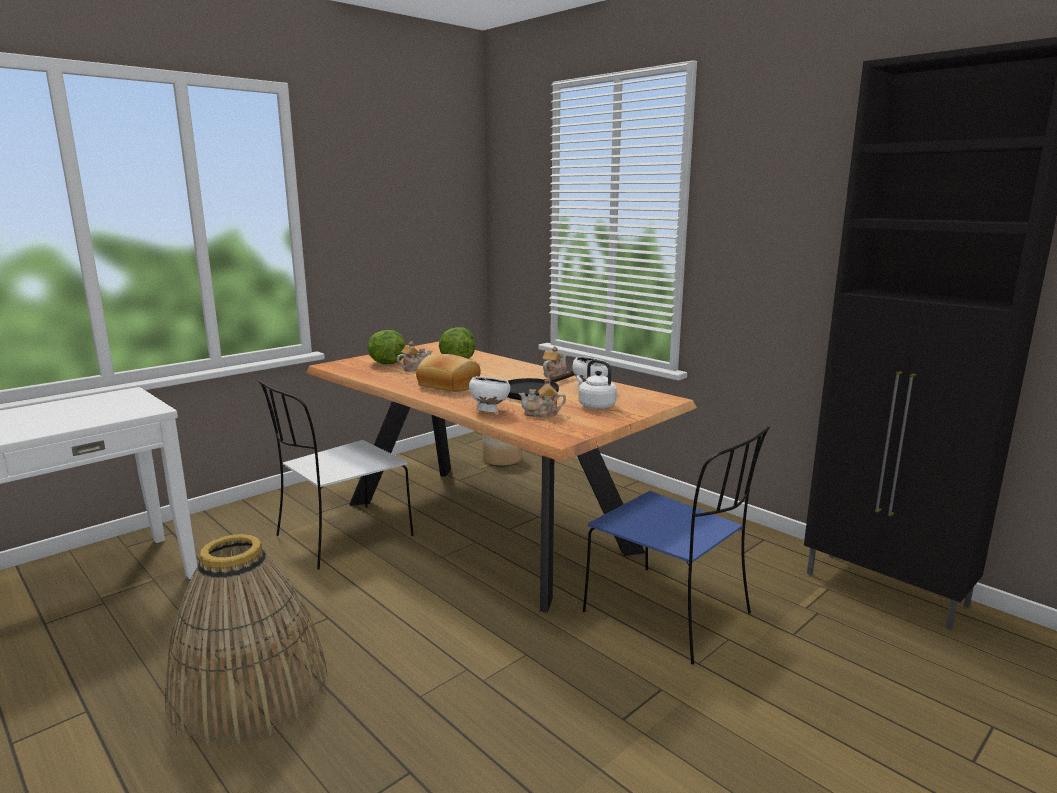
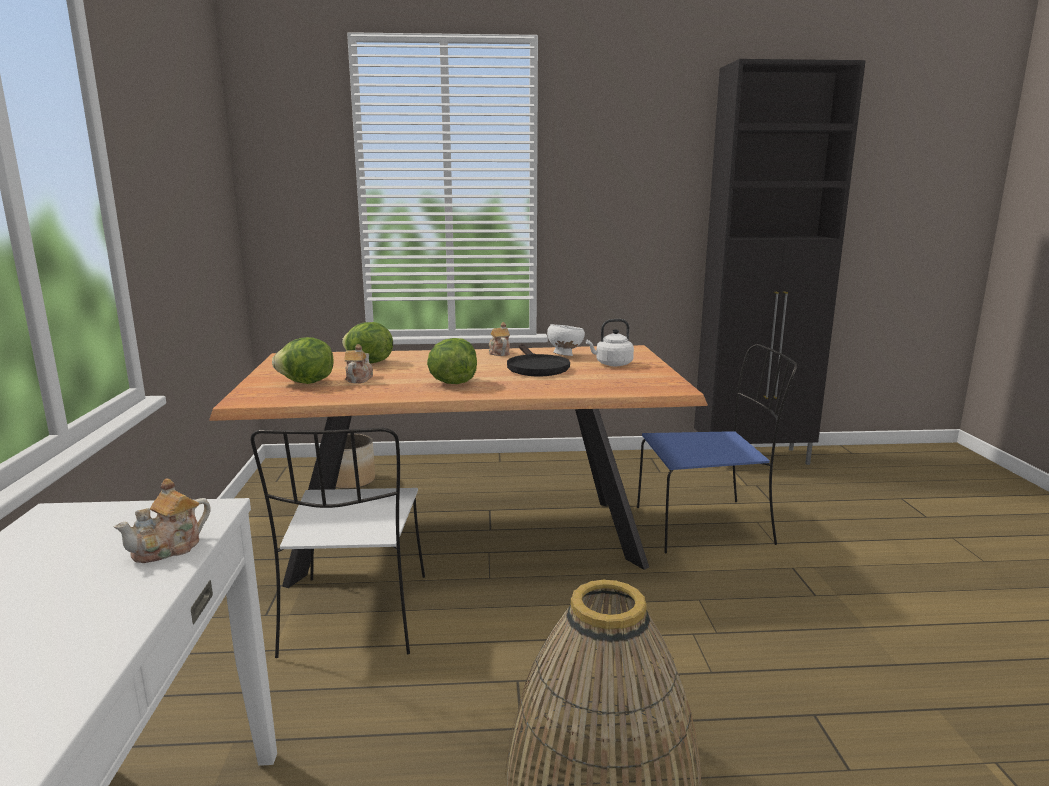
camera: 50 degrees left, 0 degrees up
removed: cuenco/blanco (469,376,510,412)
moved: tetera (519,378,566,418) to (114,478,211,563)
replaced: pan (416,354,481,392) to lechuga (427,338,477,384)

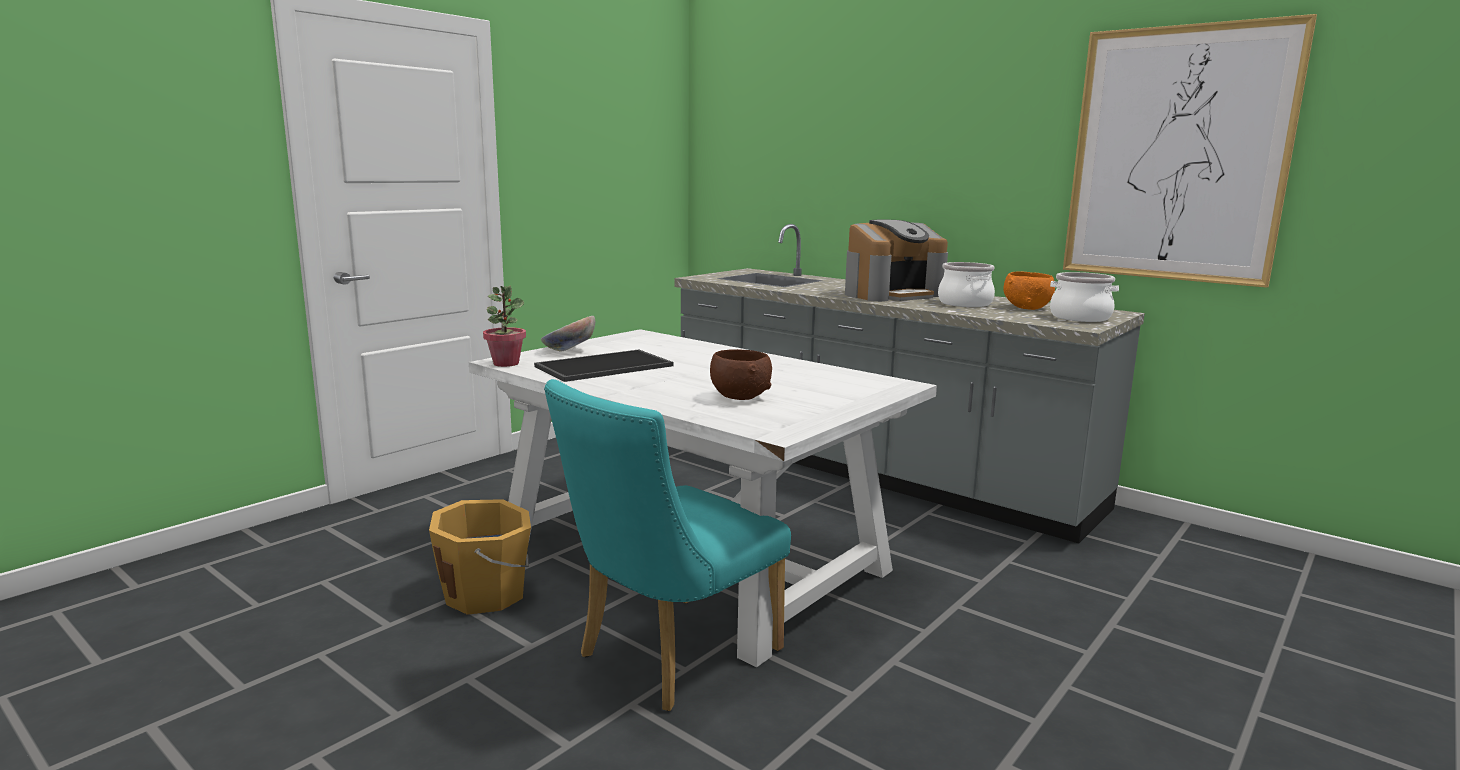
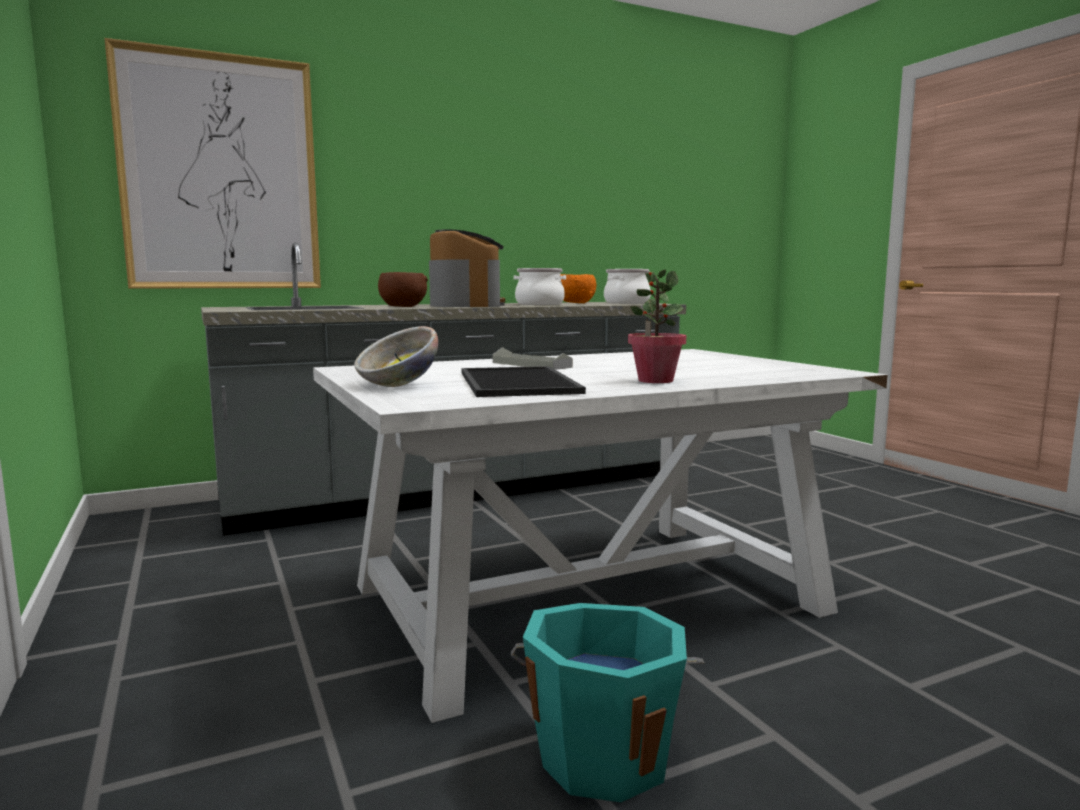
camera: 65 degrees left, 5 degrees down
removed: silla/turquesa (544,379,791,711)
added: bandeja/gris (493,347,573,370)
moved: planta en maceta (483,285,526,367) to (628,270,686,383); cuenco/marrón (710,349,772,400) to (378,272,428,307); cuadro (1063,14,1317,288) to (104,38,321,289)
recoloured: cubo/naranja (429,499,531,615) to cubo/turquesa (511,603,704,802)

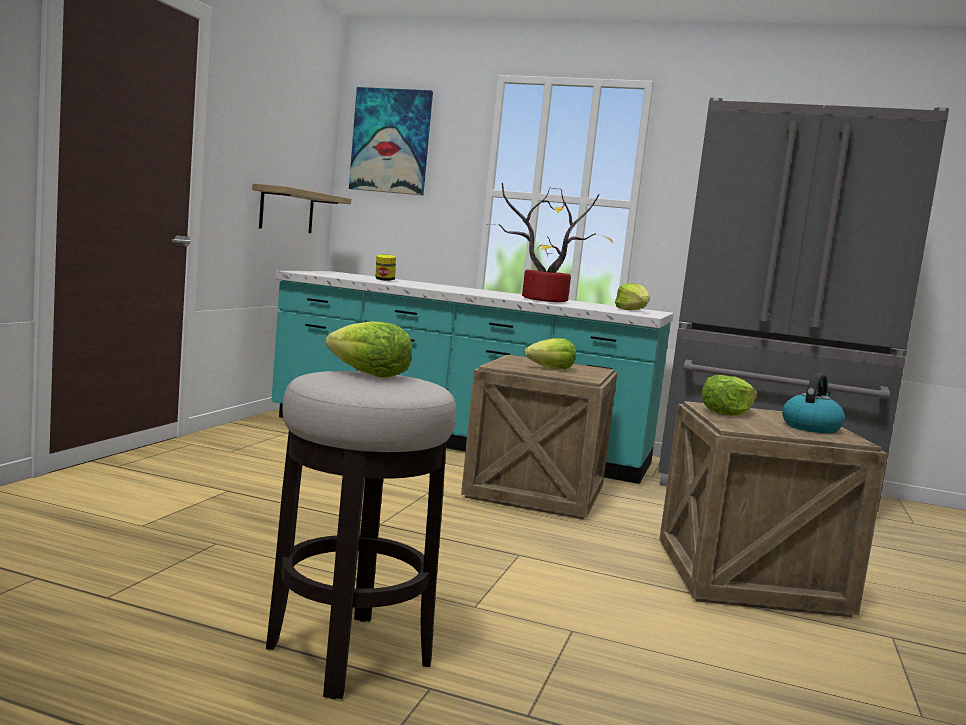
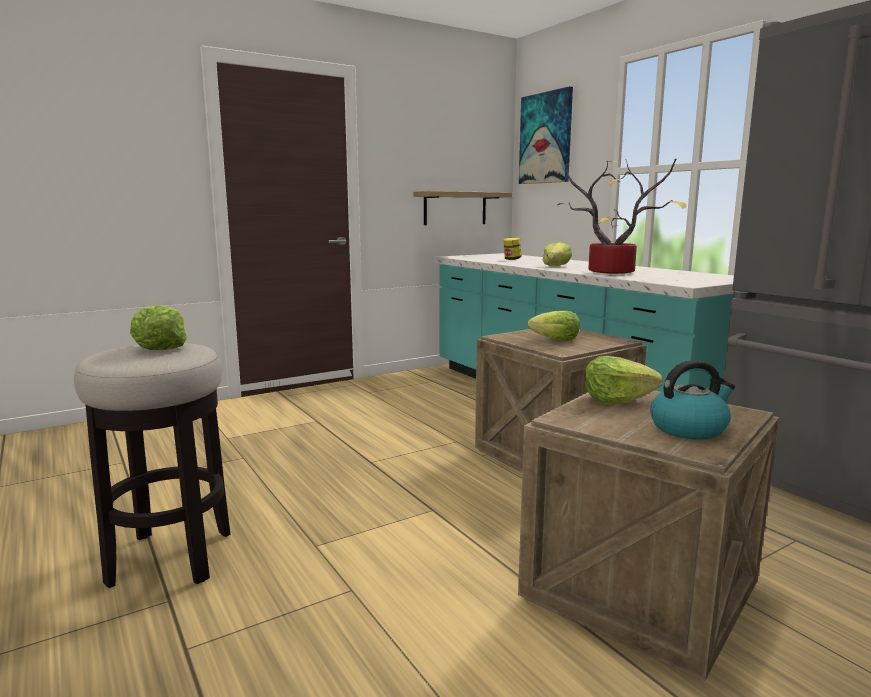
camera: 40 degrees right, 5 degrees up
moved: lechuga (615,283,650,310) to (543,242,572,266)

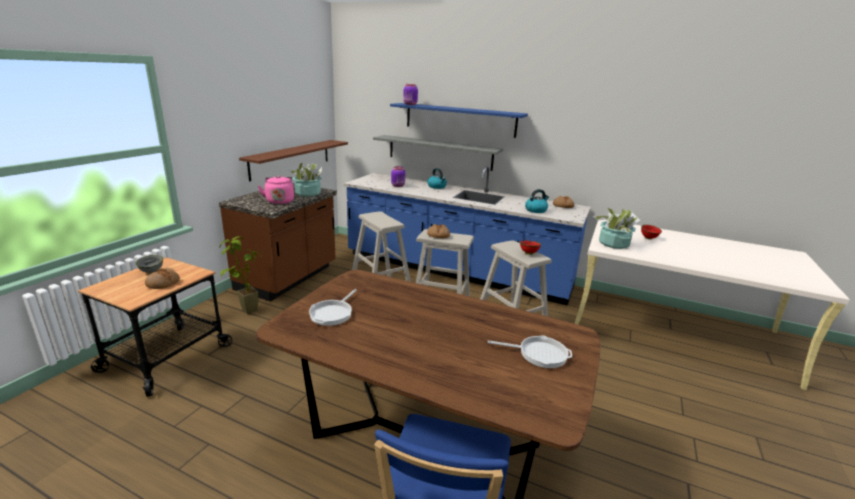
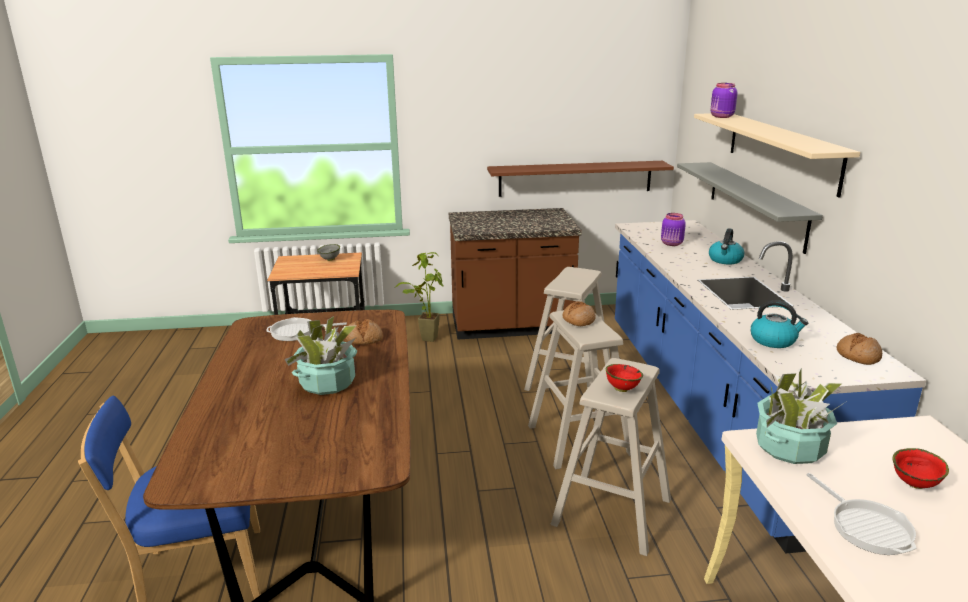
camera: 60 degrees right, 0 degrees up
removed: hervidor/rosa (258,176,294,204)
moved: pan (145,268,180,289) to (346,319,383,345); planta en maceta (290,163,322,197) to (285,316,357,395); sartén (488,335,572,368) to (807,473,917,555)
recoloured: estante/azul (390,103,528,138) to estante/beis (694,113,860,197)

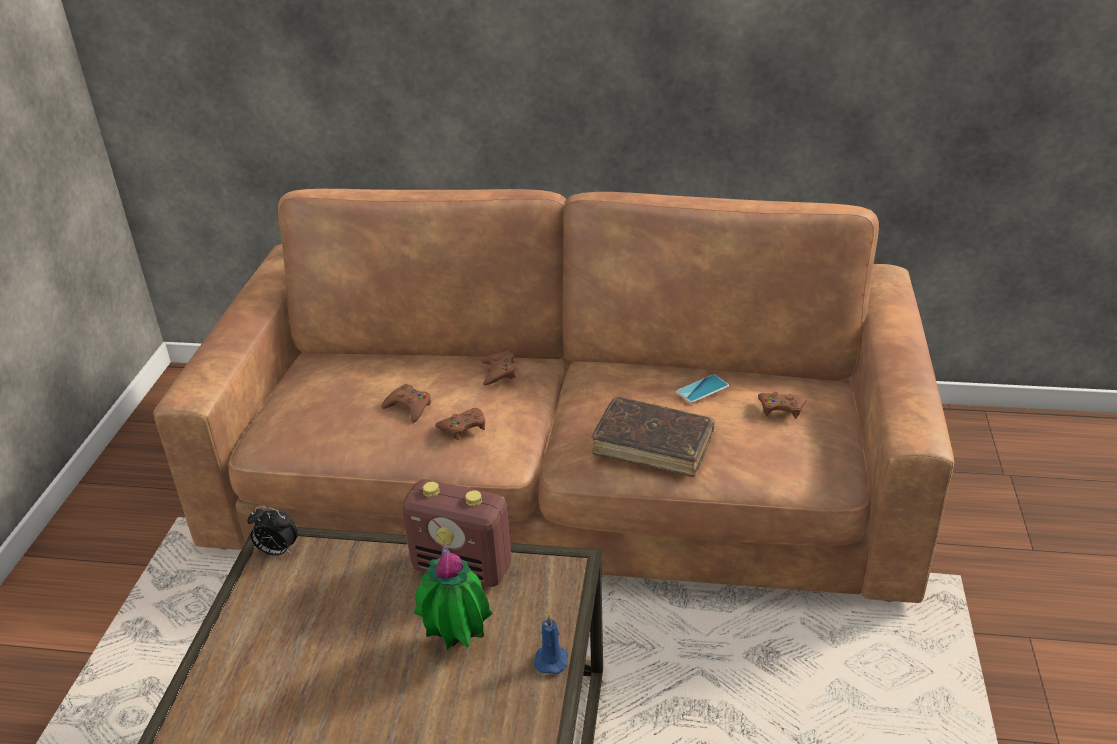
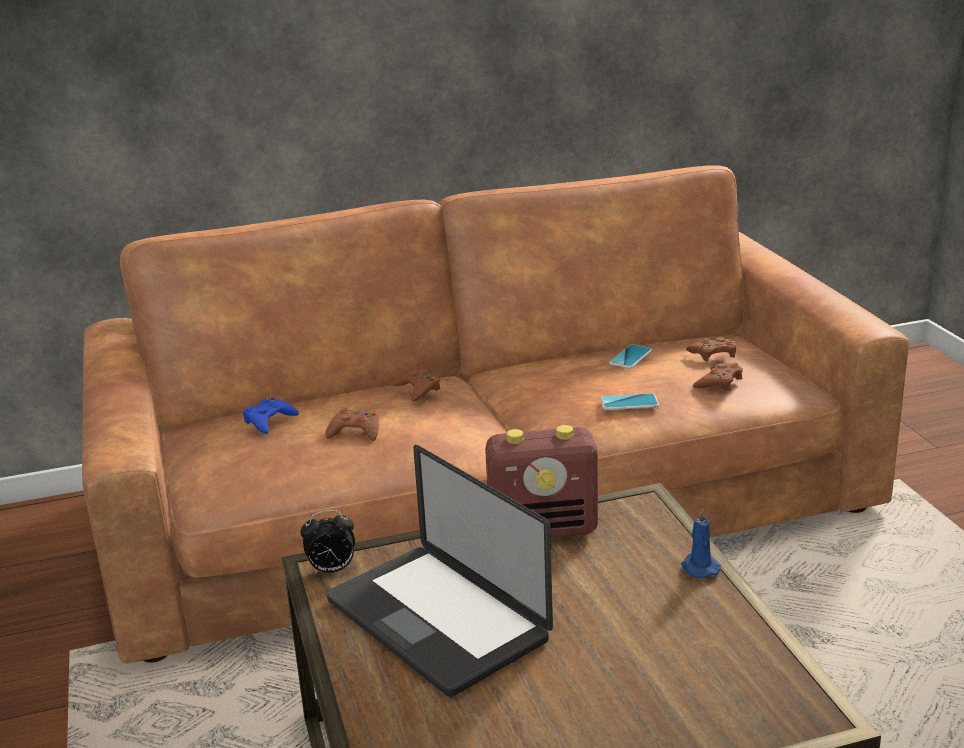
camera: 25 degrees left, 10 degrees down
removed: planta en maceta (414,545,493,650)
added: mando de consola/azul (243,398,299,434); portátil (327,445,553,697)
moved: mando de consola/marrón (435,408,485,440) to (693,363,743,391)
replaced: libro/marrón (592,397,715,477) to móvil (600,393,659,410)

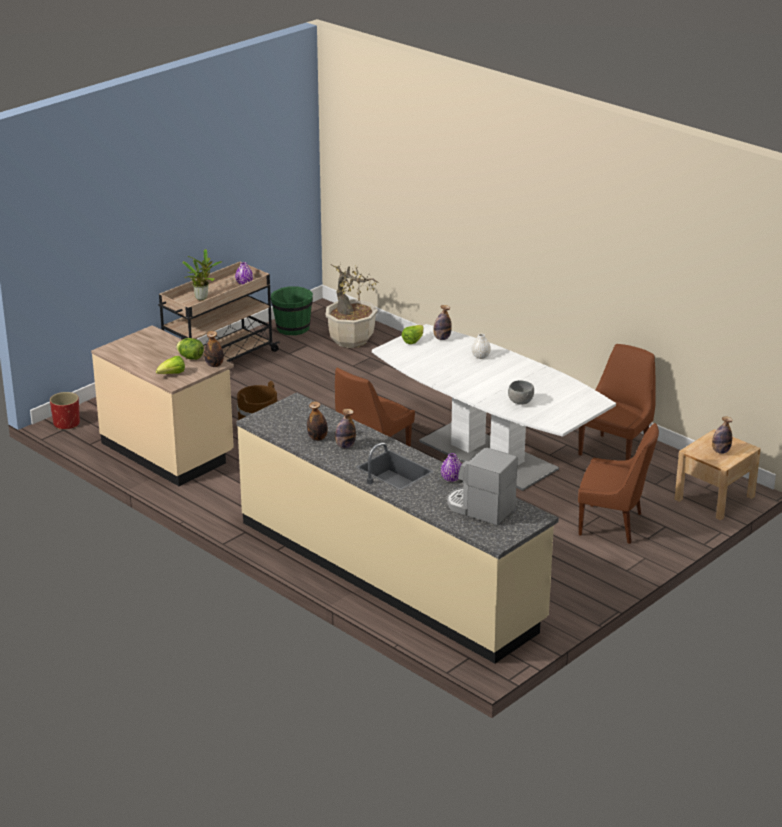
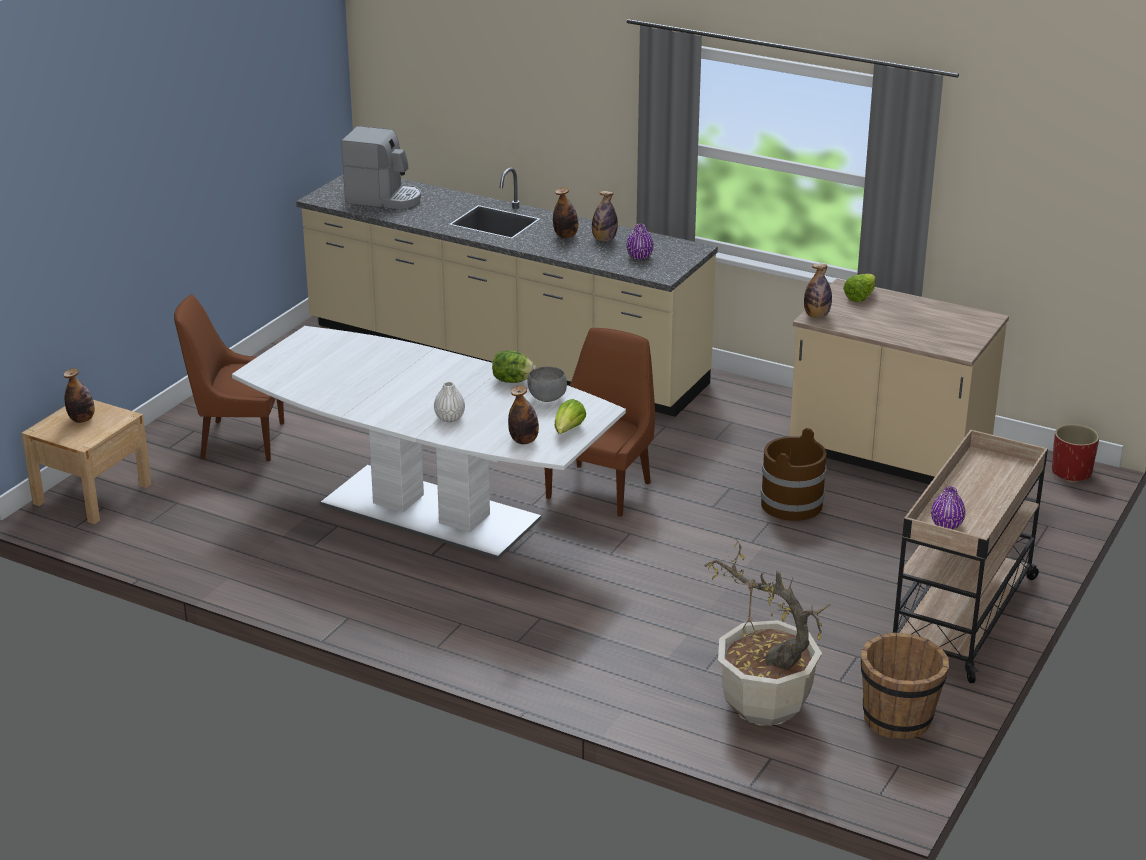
camera: 165 degrees right, 0 degrees up
removed: planta en maceta (183,249,222,300); silla/marrón (579,344,656,460)
moved: lechuga (176,338,204,360) to (492,350,536,383); florero/morado (441,453,461,482) to (626,224,654,260); cuenco/gris (508,380,534,405) to (527,366,567,402)
recoloured: cubo/verde (271,286,313,335) to cubo/marrón (861,632,949,739)

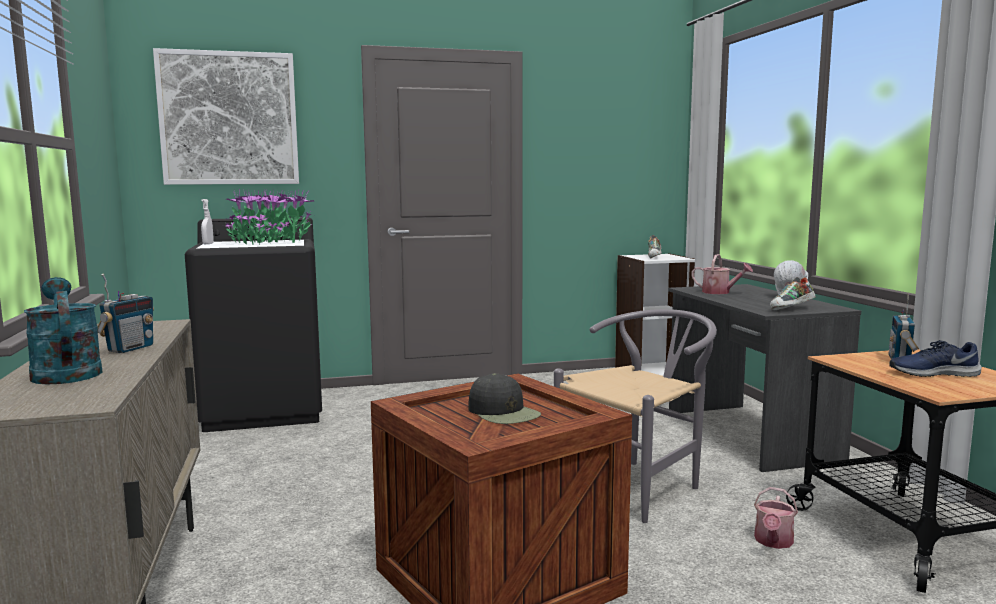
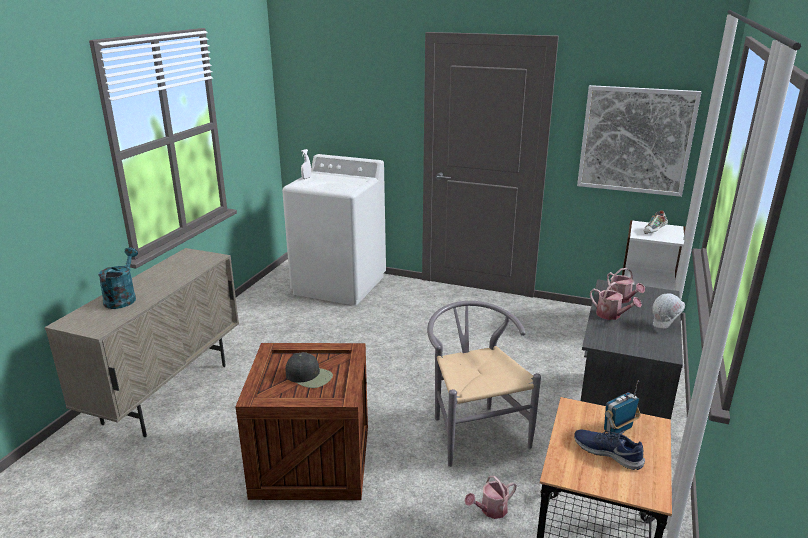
camera: 35 degrees right, 15 degrees up
removed: radio (98,274,154,353); planta en maceta (225,189,314,245); zapato (770,277,816,311)
added: regadera (590,282,642,320)
moved: cuadro (153,48,299,185) to (577,85,702,197)
recoloured: lavadora/negro (185,217,322,432) to lavadora/blanco (282,154,386,306)
turned: gorra/negro (468,373,541,424) = (285,352,333,388) 60 degrees counterclockwise; silla/gris (554,309,717,523) = (427,301,541,467) 105 degrees counterclockwise

